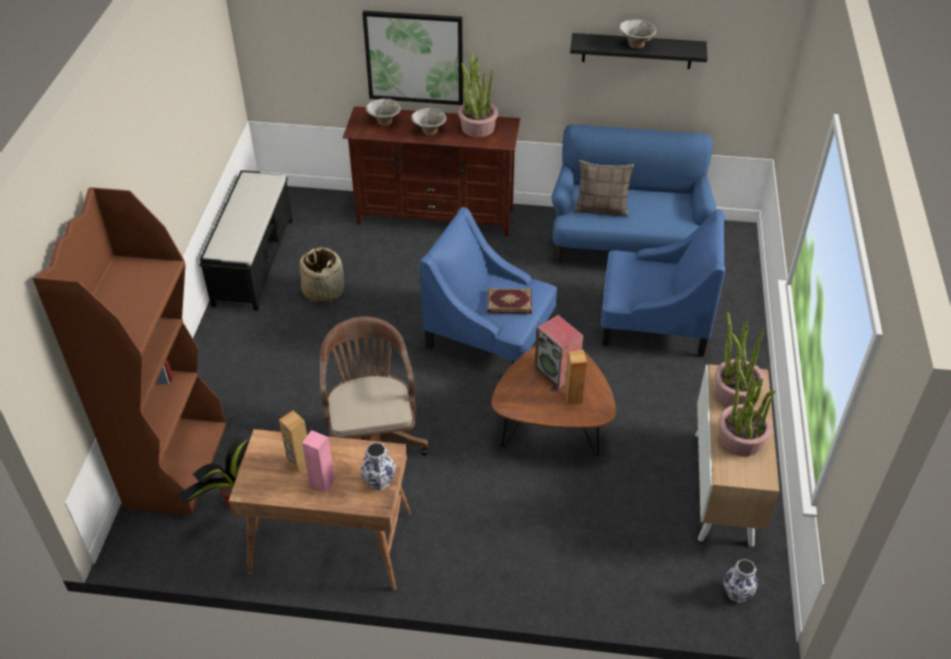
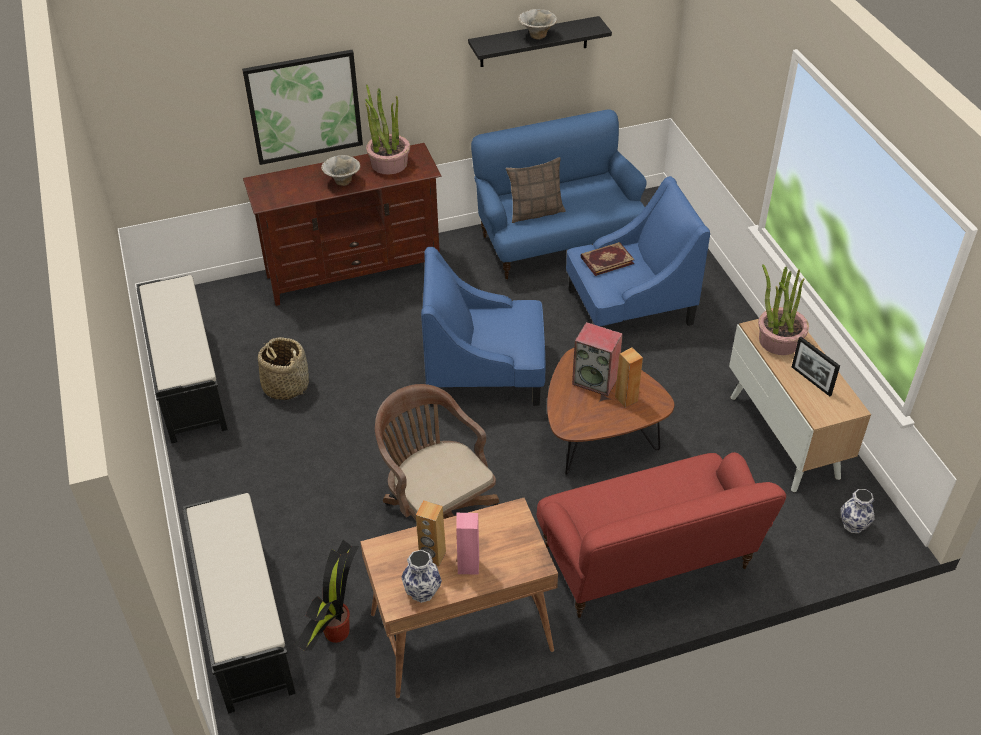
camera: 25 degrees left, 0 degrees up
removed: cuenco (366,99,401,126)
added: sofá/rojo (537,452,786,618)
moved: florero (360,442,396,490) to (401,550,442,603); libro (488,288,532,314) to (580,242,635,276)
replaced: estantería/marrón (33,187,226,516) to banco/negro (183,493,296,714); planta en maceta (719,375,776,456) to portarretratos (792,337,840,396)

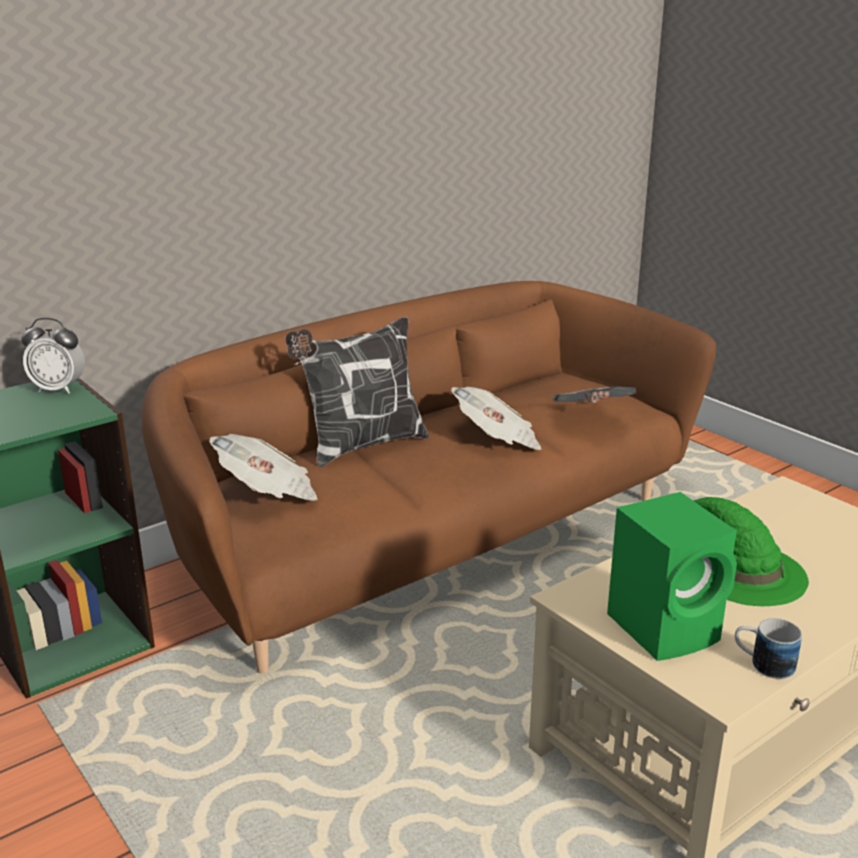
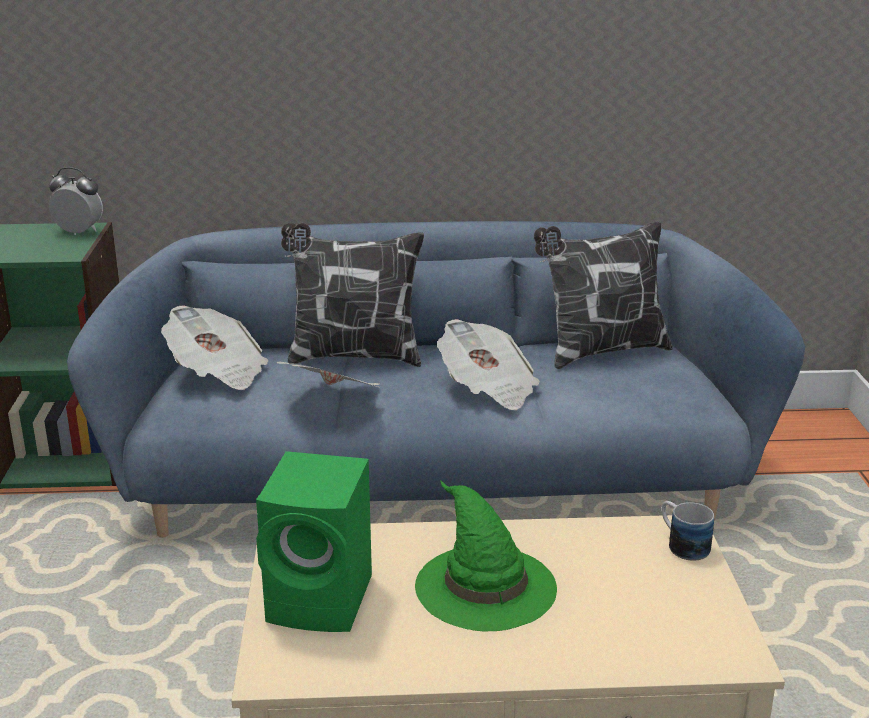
camera: 35 degrees right, 0 degrees up
added: cojín (534,221,673,369)
moved: periódico (552,386,636,403) to (277,362,379,387); taza grande (735,618,802,679) to (662,501,714,561)
recoloured: sofá/marrón (142,281,716,673) to sofá/azul (67,221,805,538)
turned: despertador (21,318,85,394) = (49,167,103,235) 150 degrees clockwise

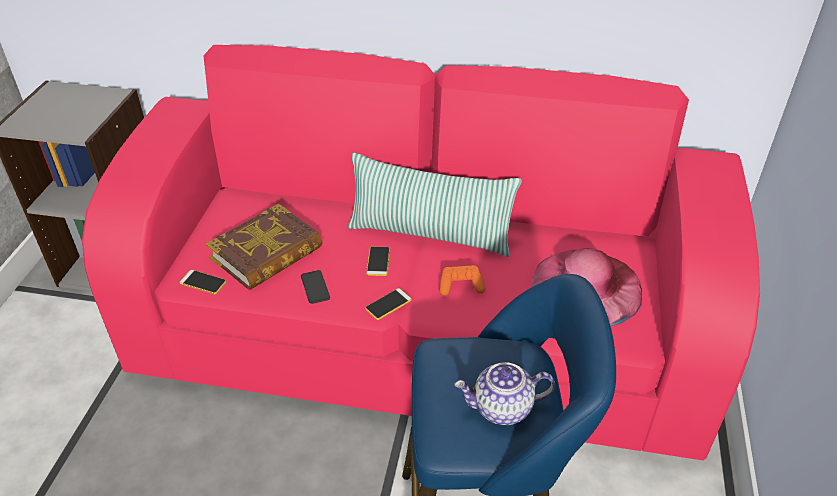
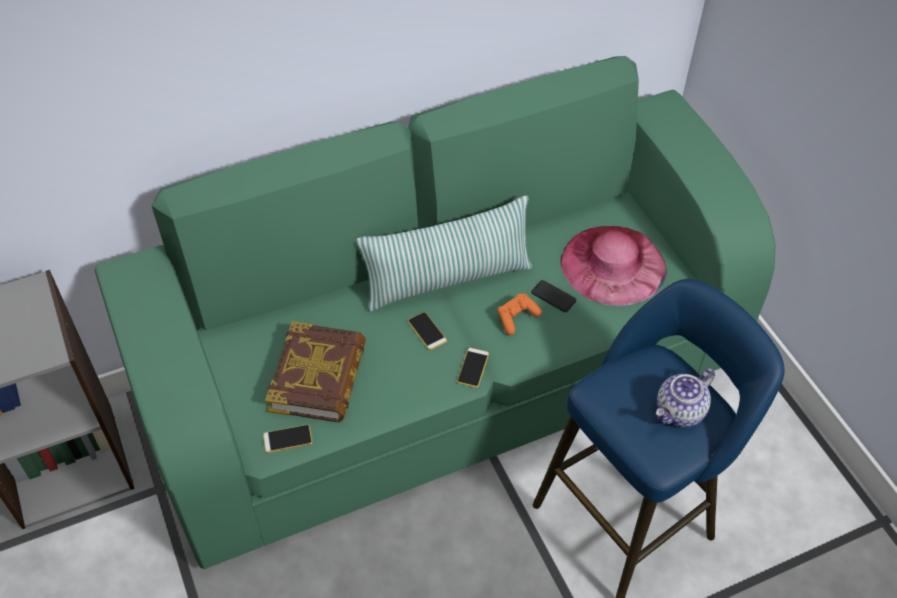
camera: 35 degrees left, 10 degrees up
moved: móvil (301,270,330,304) to (531,280,576,312)
recoloured: sofá/rosa (82,45,760,460) to sofá/verde (95,56,775,569)

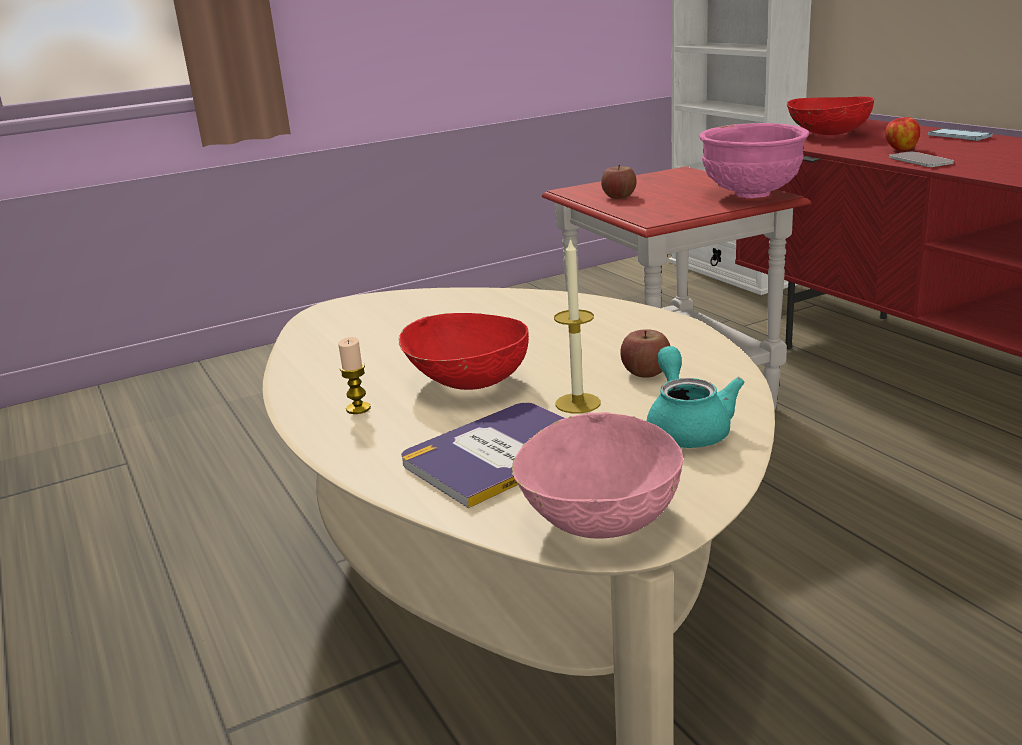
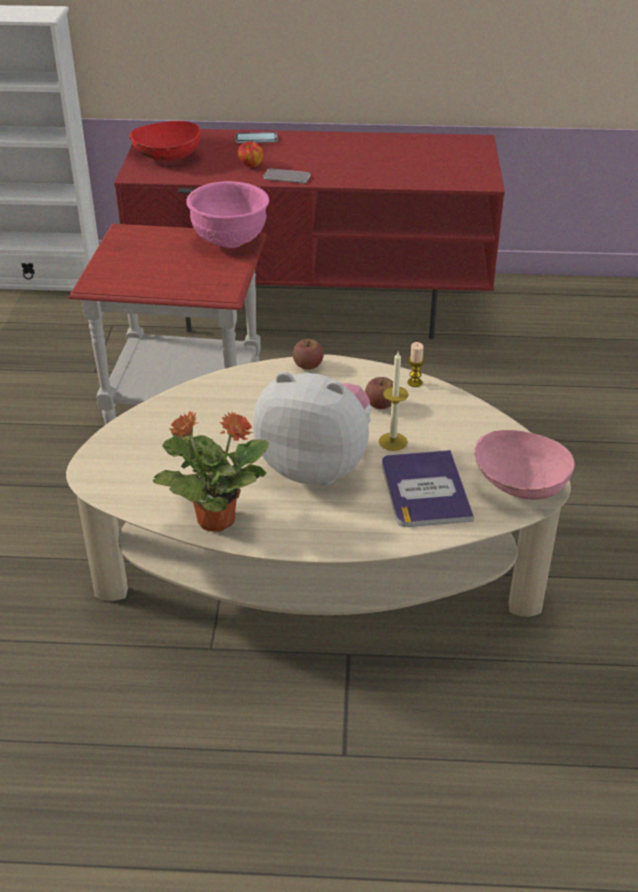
camera: 60 degrees left, 15 degrees up
removed: tetera/turquesa (647,346,745,448)
added: planta en maceta (153,411,269,532)
moved: vela (338,337,371,414) to (407,342,424,387); manzana (601,165,637,199) to (293,339,324,370)
replaced: cuenco/rojo (399,313,529,390) to peluche (253,371,372,486)

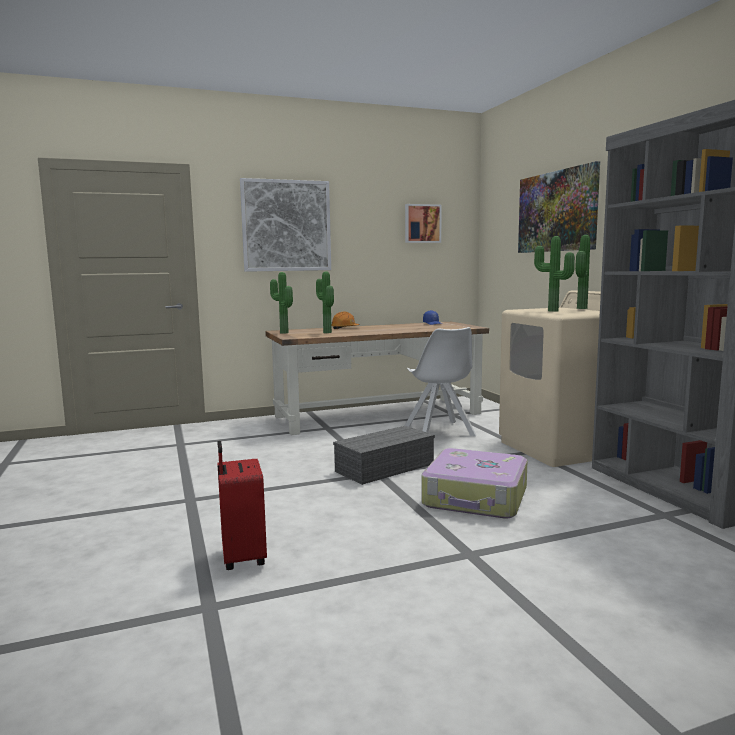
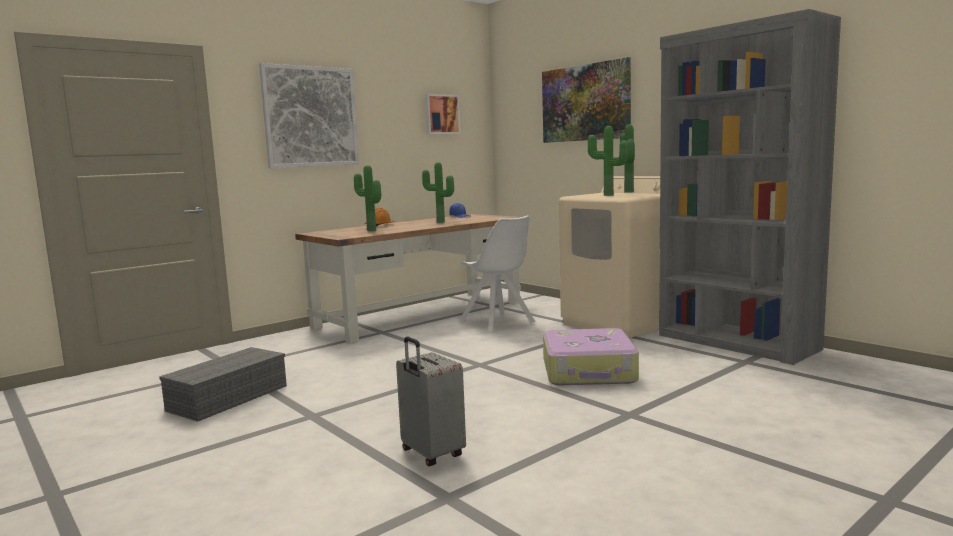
camera: 20 degrees left, 0 degrees up
moved: planta en maceta (270,272,293,334) to (422,162,454,223); caja de almacenaje/gris (333,426,435,485) to (159,347,287,421)
recoloured: maleta/rojo (217,441,267,570) to maleta/gris (396,336,466,466)

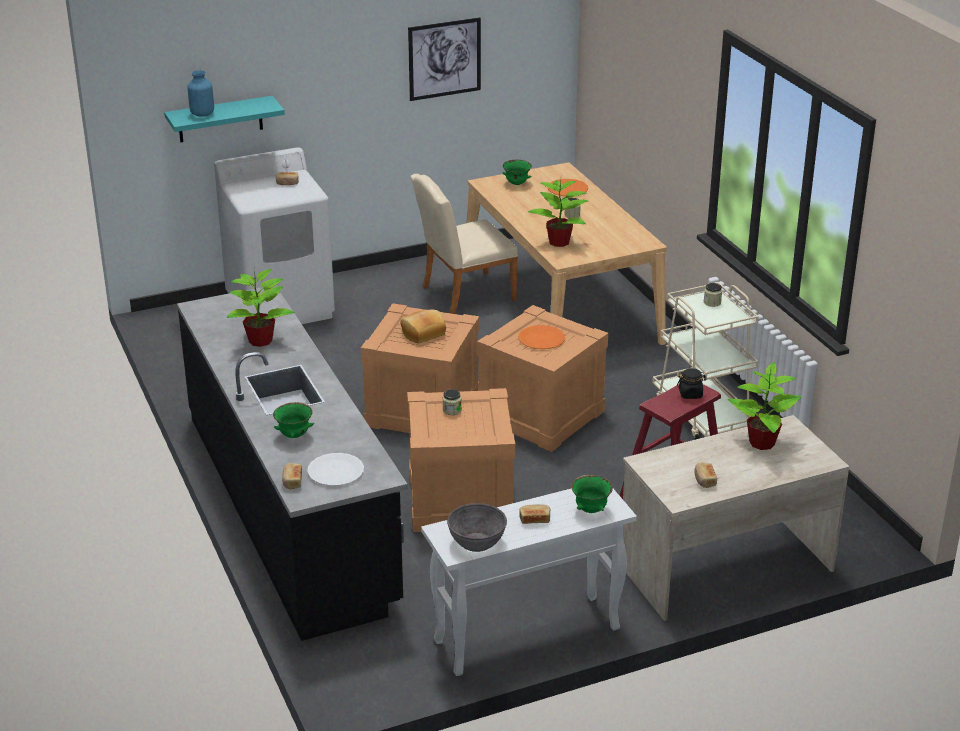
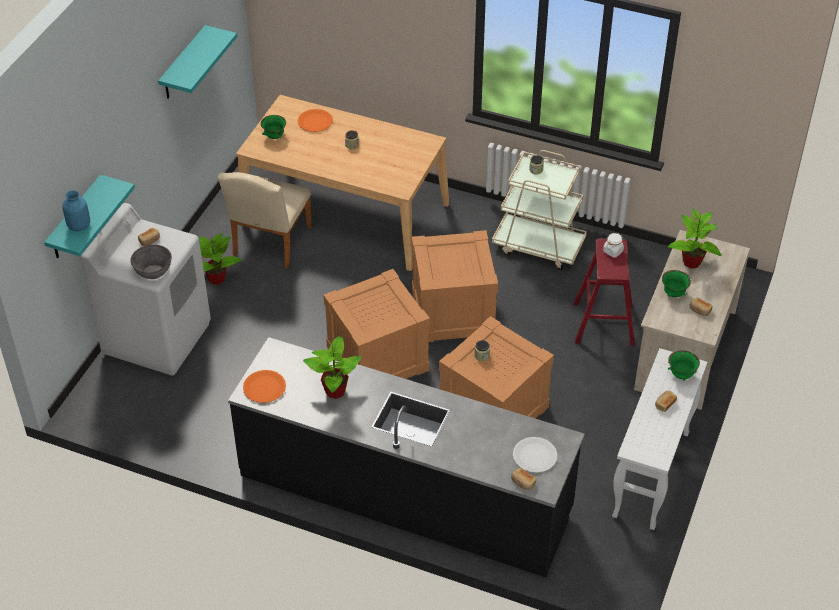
camera: 45 degrees left, 15 degrees up
removed: pan (401,310,446,343)
moved: cuenco/verde (273,402,314,438) to (662,270,691,297); cuenco/gris (447,503,507,552) to (130,245,172,279); plato/naranja (518,325,565,349) to (243,370,286,403); planta en maceta (528,178,588,247) to (198,233,242,285)
replaced: cuadro (408,17,481,101) to estante/turquesa (158,25,237,99)
recoloured: tarro/negro (677,368,707,399) to tarro/blanco (603,233,624,258)

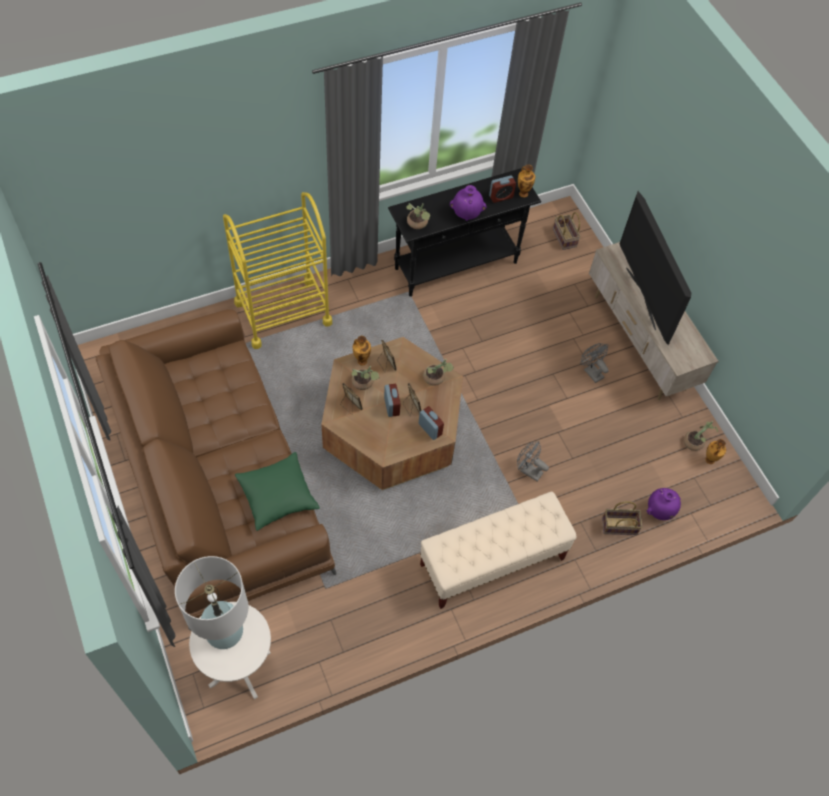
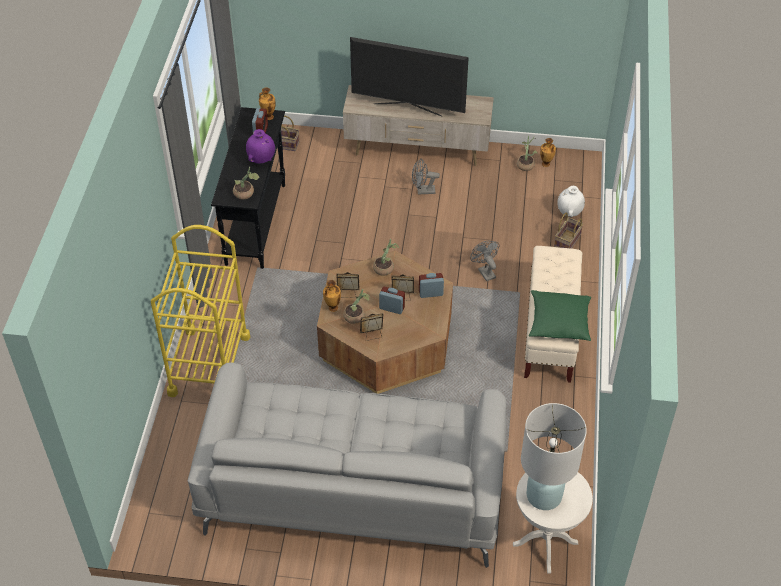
camera: 55 degrees left, 10 degrees down
moved: cojín/verde (235,452,320,531) to (529,290,591,341)
recoloured: sofá/marrón (96,309,337,630) to sofá/gris (188,362,506,568); florero/morado (647,488,681,520) to florero/blanco (557,186,585,217)
turned: ventilador/gris (517,441,549,481) = (470,241,500,281) 90 degrees clockwise

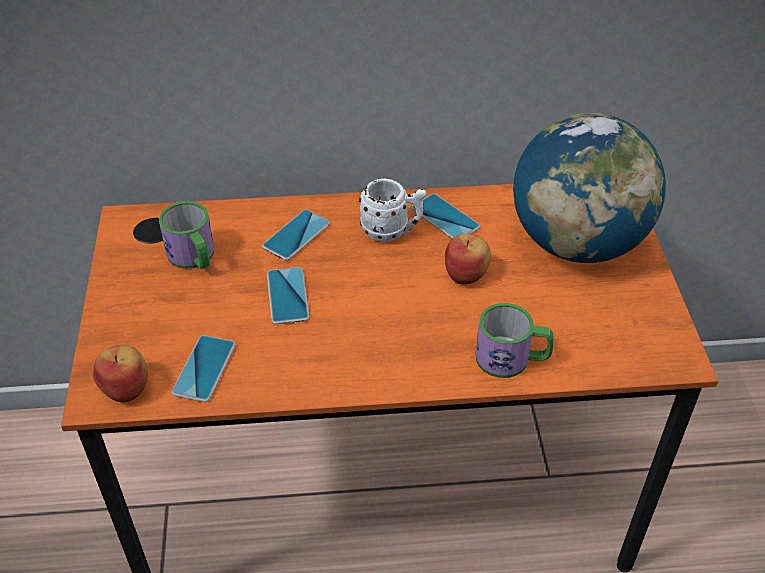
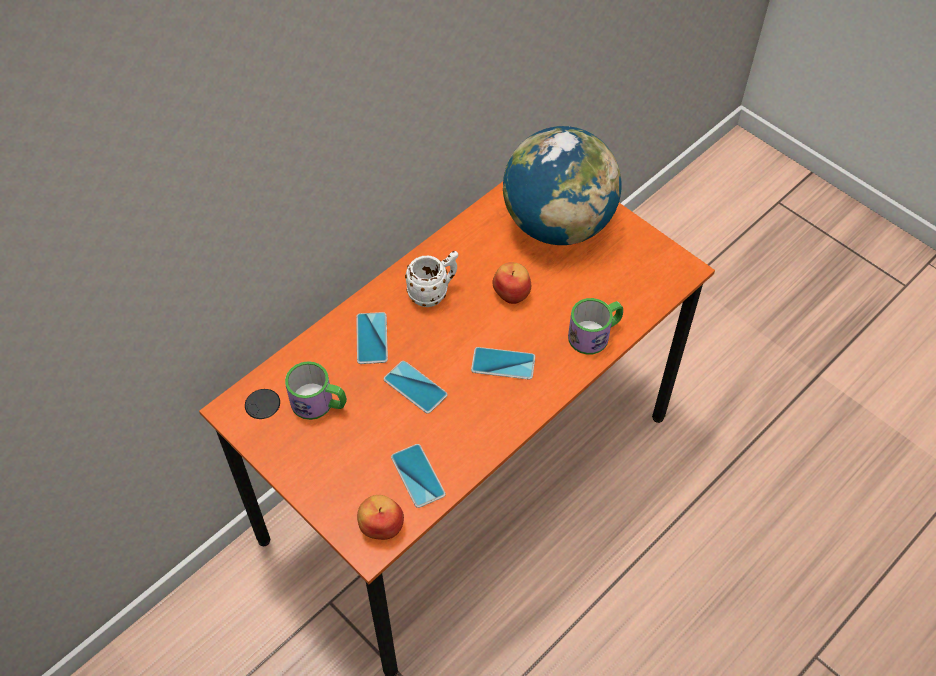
camera: 40 degrees left, 10 degrees up
moved: móvil (411,194,480,239) to (471,347,535,380)

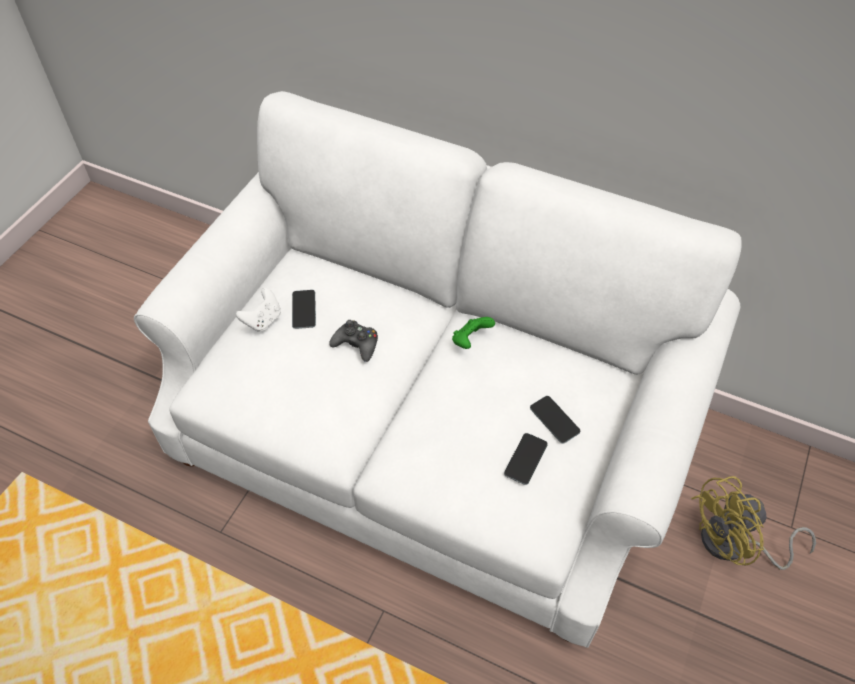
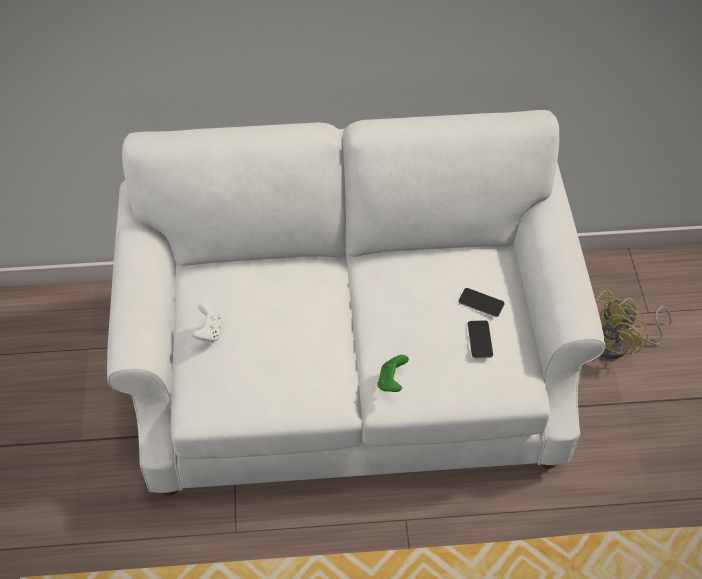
camera: 30 degrees left, 0 degrees up
removed: móvil (292,290,316,329); mando de consola/negro (329,320,378,362)
moved: mando de consola/verde (452,317,495,349) to (378,355,409,392)

